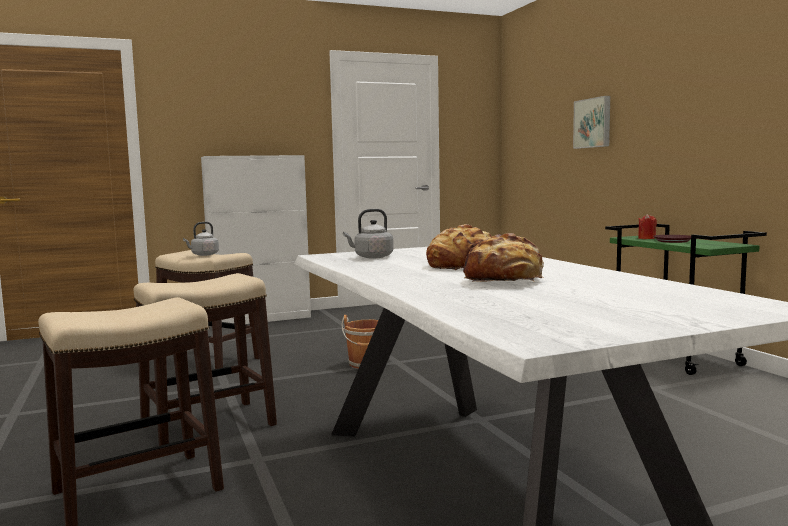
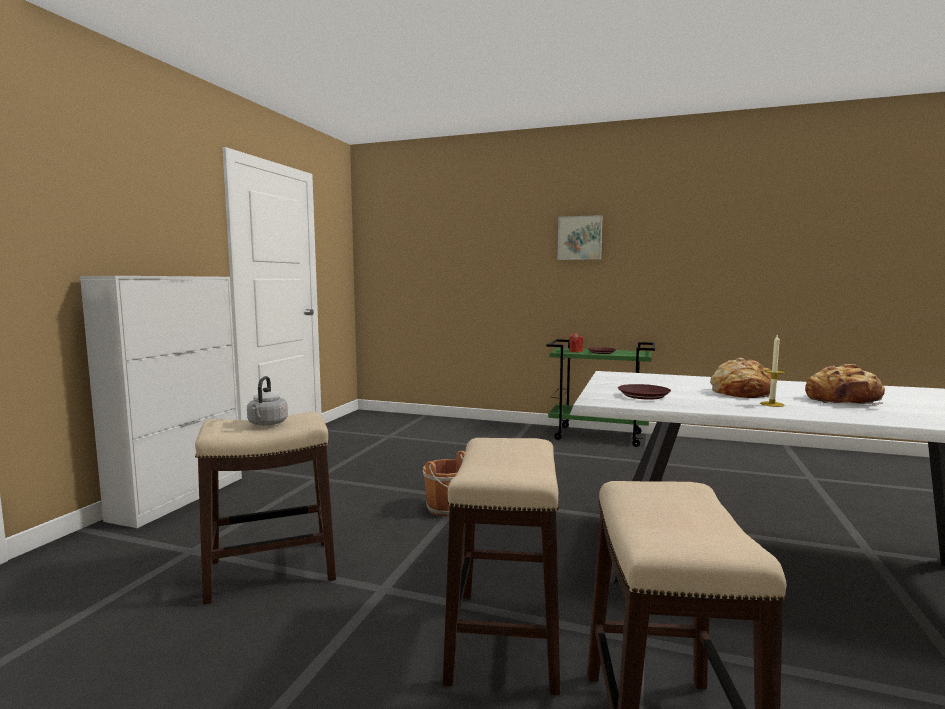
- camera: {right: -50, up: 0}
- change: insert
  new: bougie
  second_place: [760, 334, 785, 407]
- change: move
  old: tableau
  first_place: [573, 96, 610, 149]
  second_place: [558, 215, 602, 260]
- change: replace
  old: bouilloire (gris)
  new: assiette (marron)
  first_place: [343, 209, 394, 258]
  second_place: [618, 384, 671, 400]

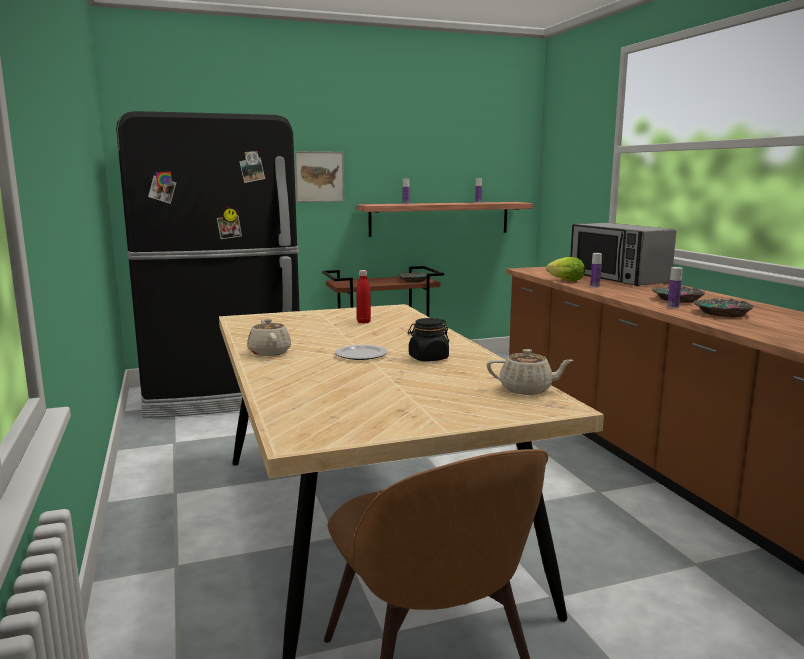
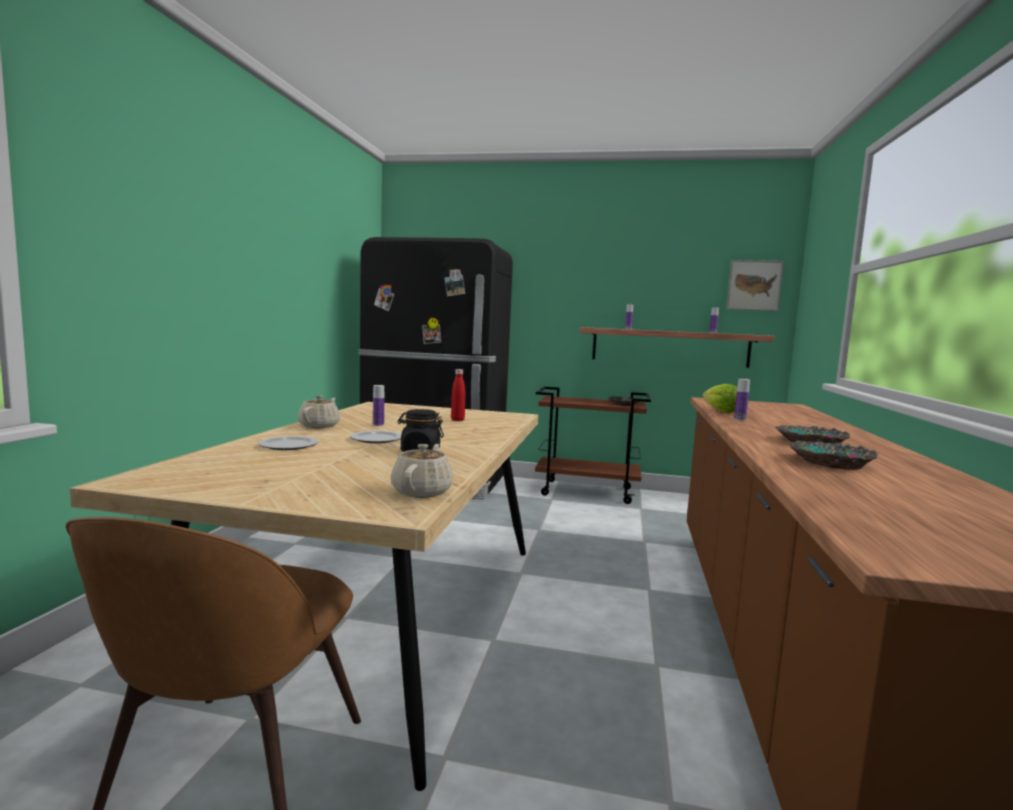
- camera: {right: 30, up: -5}
- change: delete
  old: micro-ondes
  first_place: [570, 223, 676, 286]
- change: insert
  new: assiette
  second_place: [258, 436, 319, 450]
- change: move
  old: tableau
  first_place: [294, 151, 344, 202]
  second_place: [726, 260, 784, 311]
- change: move
  old: bouteille
  first_place: [668, 267, 683, 308]
  second_place: [373, 385, 384, 426]
- change: rotate
  old: théière (beige)
  first_place: [487, 349, 573, 395]
  second_place: [390, 444, 453, 498]
  degrees: -120

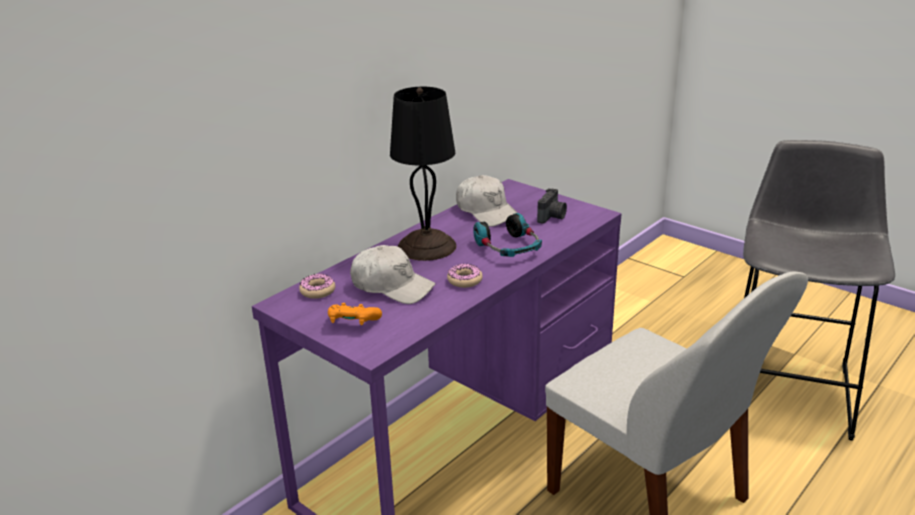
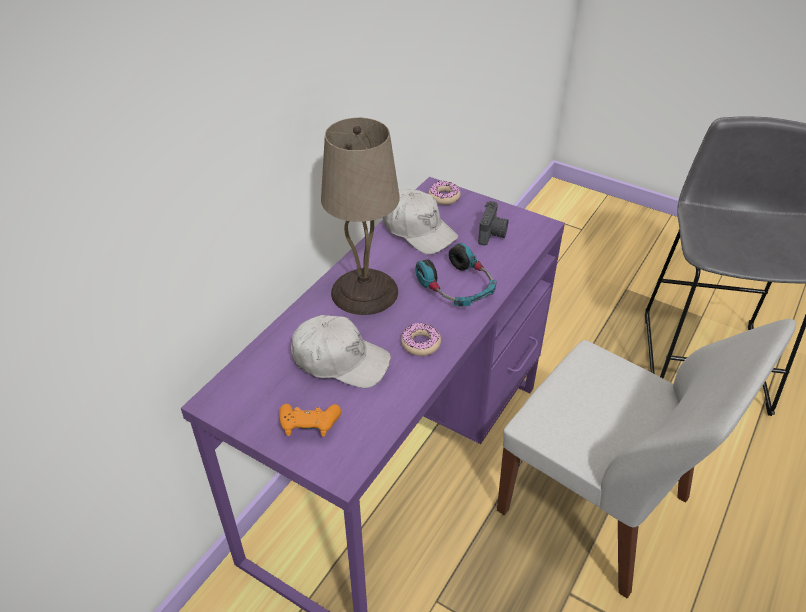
- camera: {right: -10, up: 15}
- change: move
  old: beignet
  first_place: [299, 274, 335, 299]
  second_place: [428, 181, 461, 205]
- change: recolor
  old: lampe de table (noir)
  new: lampe de table (beige)
  first_place: [390, 87, 456, 261]
  second_place: [321, 118, 400, 315]

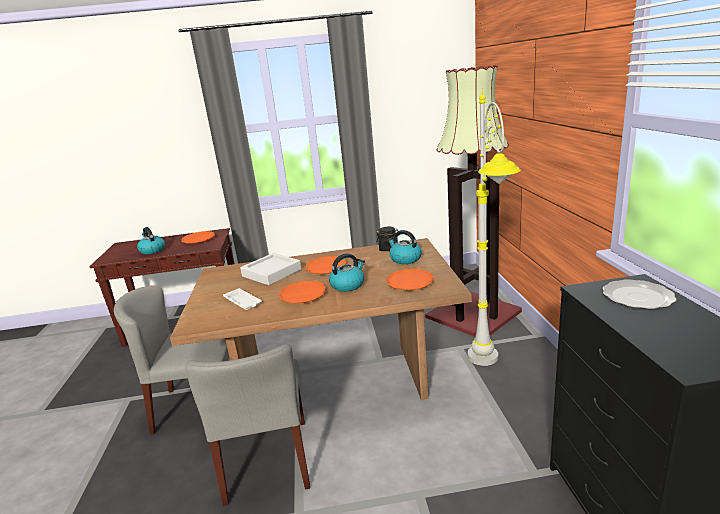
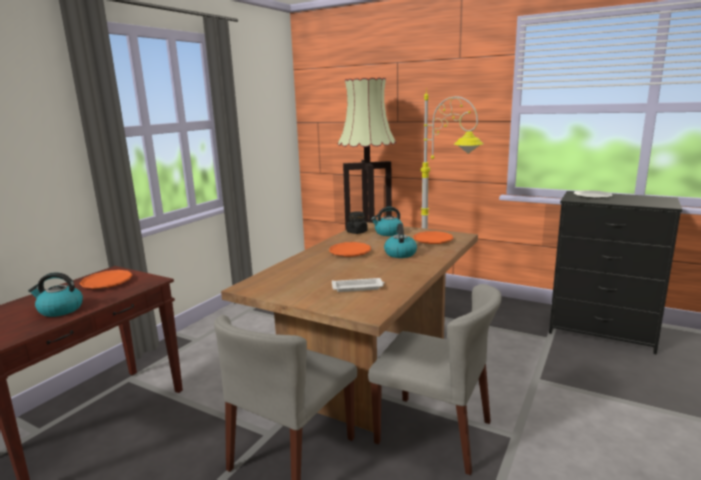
- camera: {right: -55, up: -5}
- change: delete
  old: plateau (gris)
  first_place: [240, 253, 301, 285]
- change: delete
  old: assiette (orange)
  first_place: [279, 281, 327, 303]

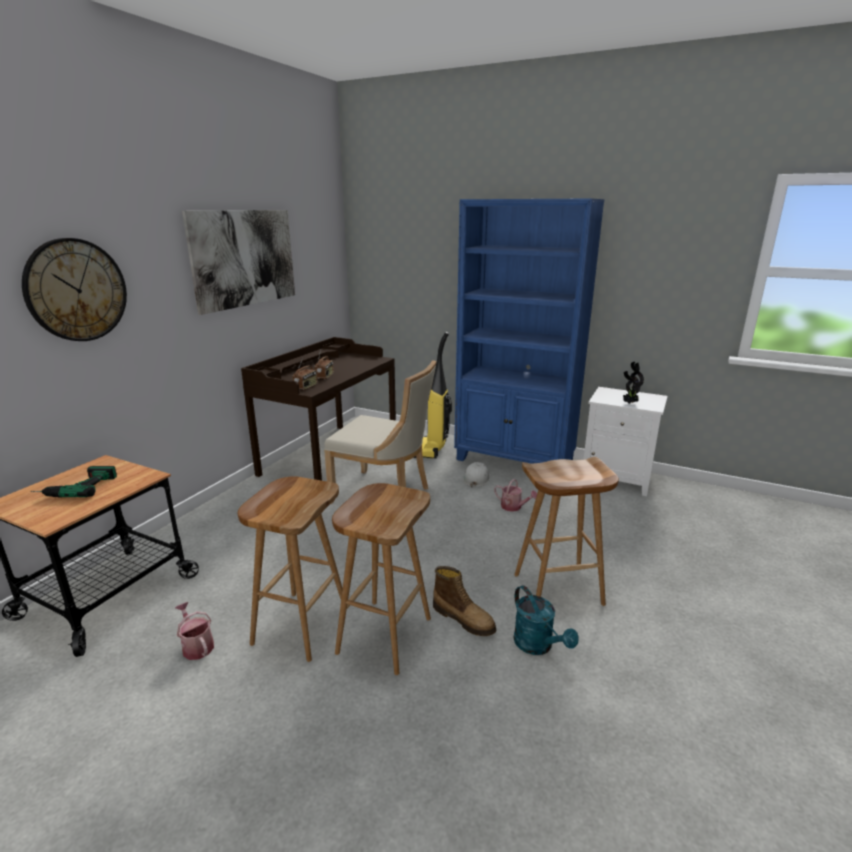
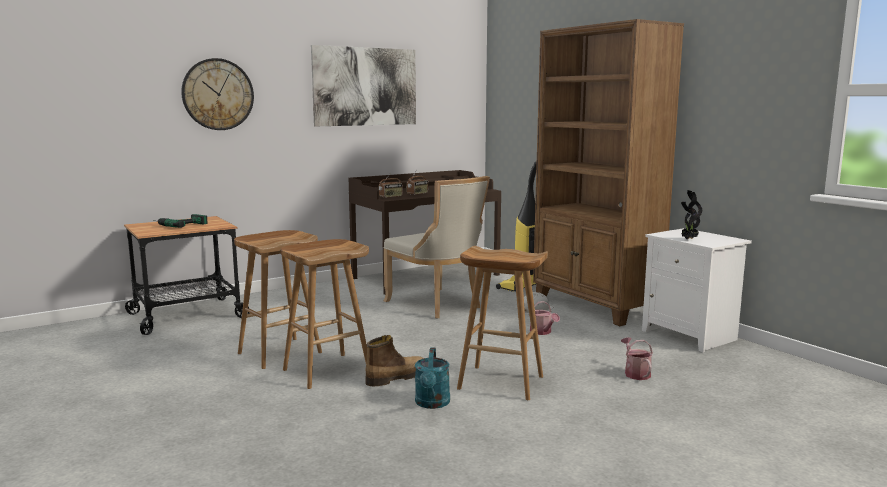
- camera: {right: 30, up: -10}
- change: move
  old: arrosoir
  first_place: [175, 602, 214, 660]
  second_place: [621, 337, 653, 380]
- change: recolor
  old: bibliothèque (bleu)
  new: bibliothèque (marron)
  first_place: [454, 198, 604, 464]
  second_place: [533, 19, 684, 326]
- change: rotate
  old: botte
  first_place: [433, 566, 496, 636]
  second_place: [365, 335, 424, 386]
  degrees: -105

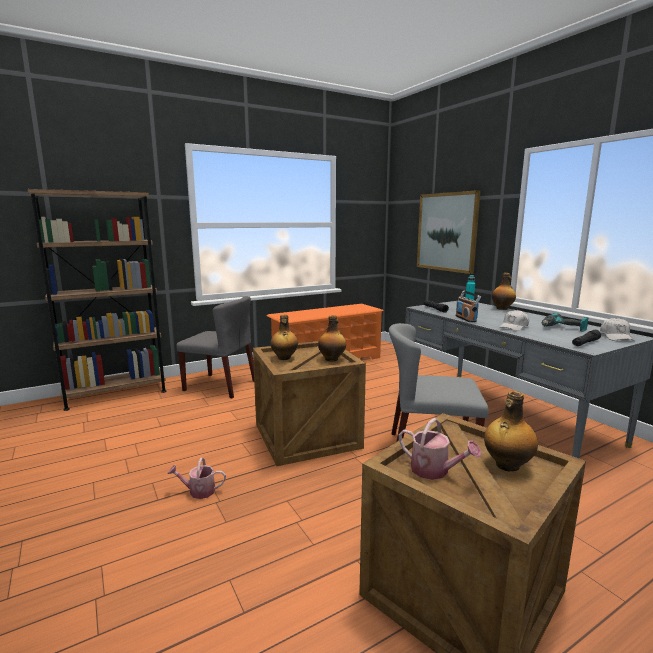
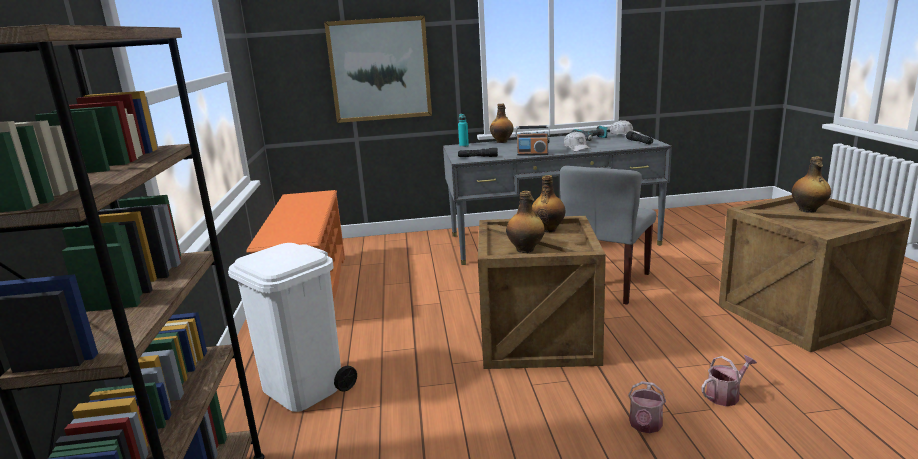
- camera: {right: -65, up: 5}
- change: move
  old: arrosoir
  first_place: [399, 418, 481, 480]
  second_place: [701, 355, 757, 406]
- change: replace
  old: chaise (gris)
  new: poubelle (blanc)
  first_place: [176, 296, 254, 398]
  second_place: [228, 243, 357, 412]

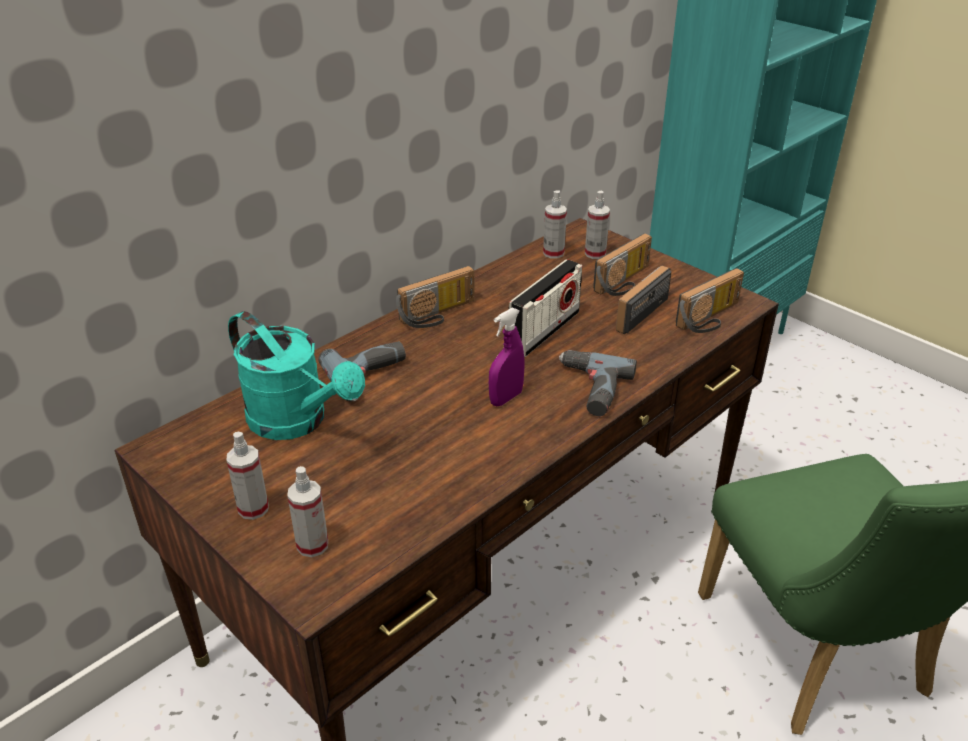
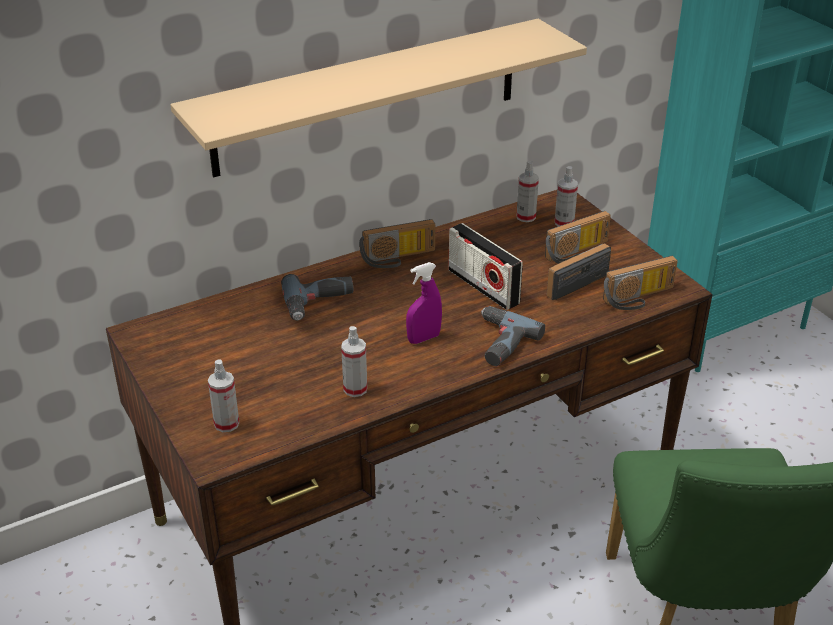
- camera: {right: 15, up: 0}
- change: delete
  old: arrosoir (turquoise)
  first_place: [228, 311, 365, 440]
- change: insert
  new: étagère (beige)
  second_place: [170, 19, 587, 177]
- change: move
  old: vaporisateur
  first_place: [227, 432, 268, 520]
  second_place: [341, 326, 367, 397]
- change: rotate
  old: radio
  first_place: [509, 259, 582, 357]
  second_place: [448, 223, 523, 310]
  degrees: 90

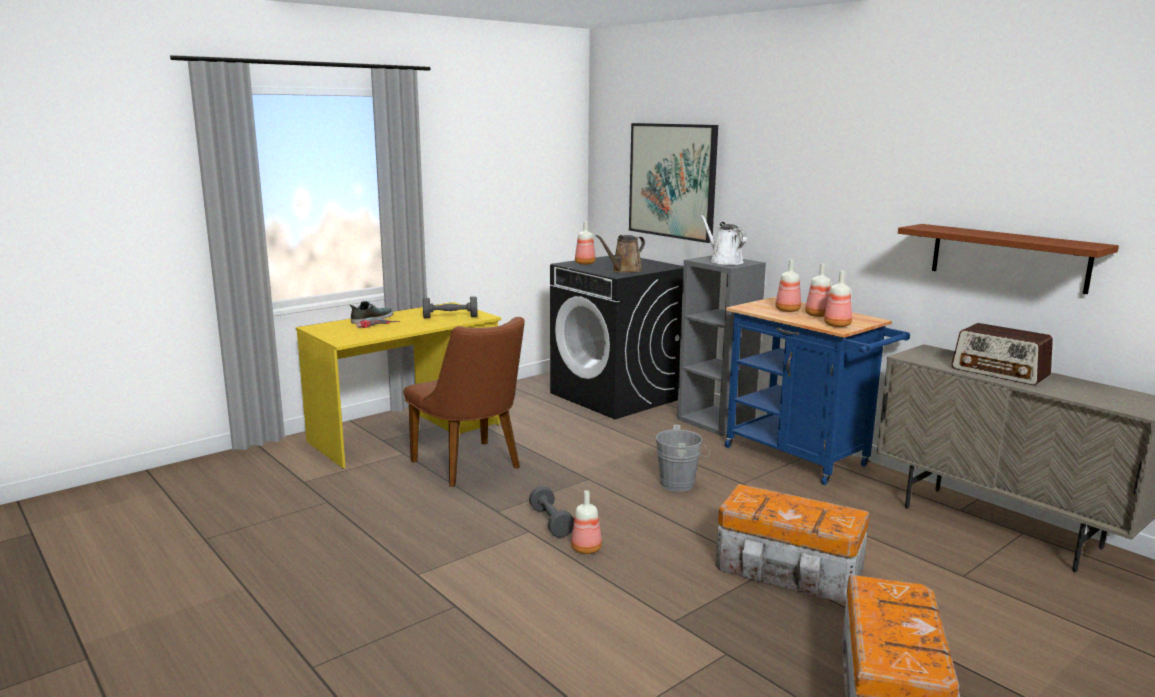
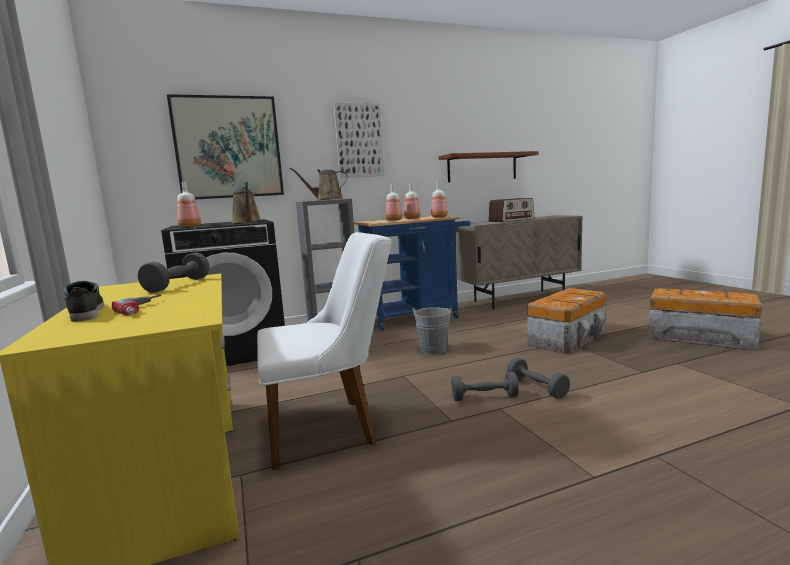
- camera: {right: -70, up: -5}
- change: insert
  new: tableau
  second_place: [333, 103, 385, 178]
- change: replace
  old: bouteille
  new: haltère (gris)
  first_place: [571, 490, 602, 554]
  second_place: [507, 358, 570, 399]
- change: recolor
  old: chaise (marron)
  new: chaise (blanc)
  first_place: [404, 317, 525, 487]
  second_place: [257, 232, 391, 470]
- change: recolor
  old: arrosoir (blanc)
  new: arrosoir (marron)
  first_place: [700, 214, 747, 265]
  second_place: [289, 168, 348, 200]

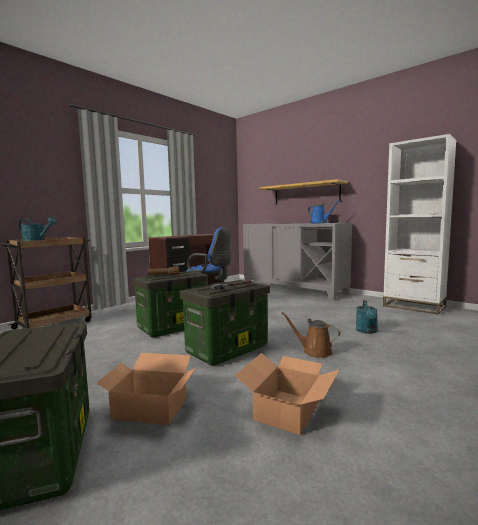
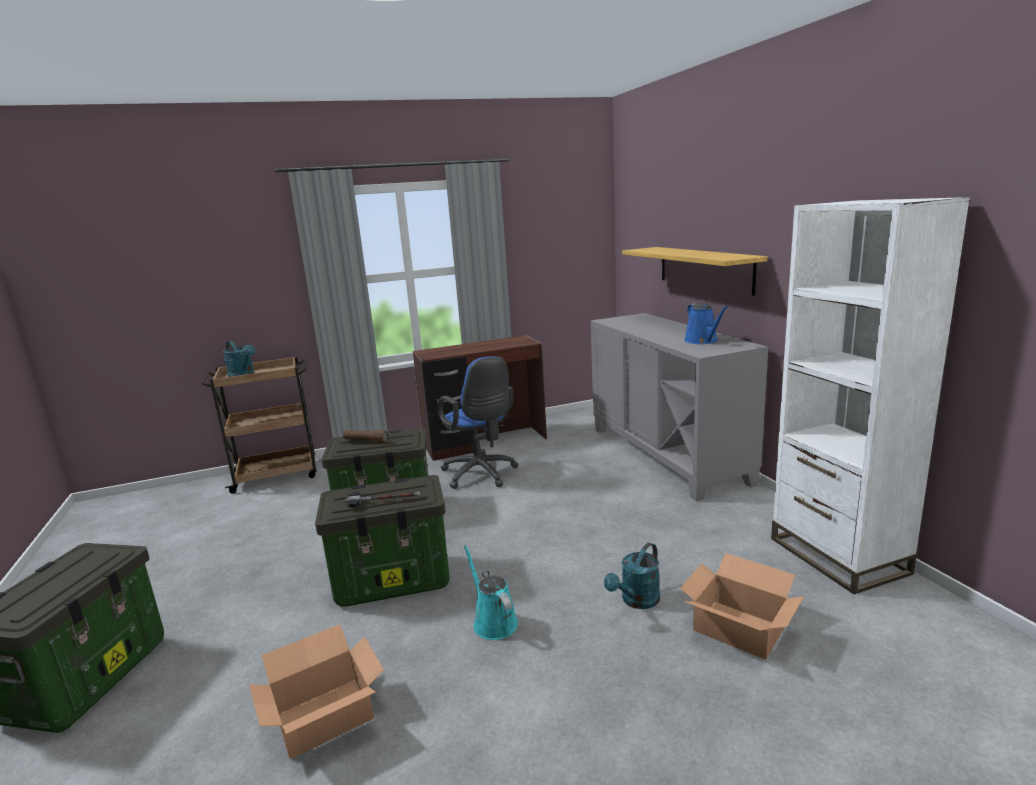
- camera: {right: 30, up: 10}
- change: move
  old: carton
  first_place: [96, 353, 196, 425]
  second_place: [680, 553, 804, 660]
- change: recolor
  old: arrosoir (marron)
  new: arrosoir (turquoise)
  first_place: [281, 312, 340, 358]
  second_place: [464, 545, 518, 640]

